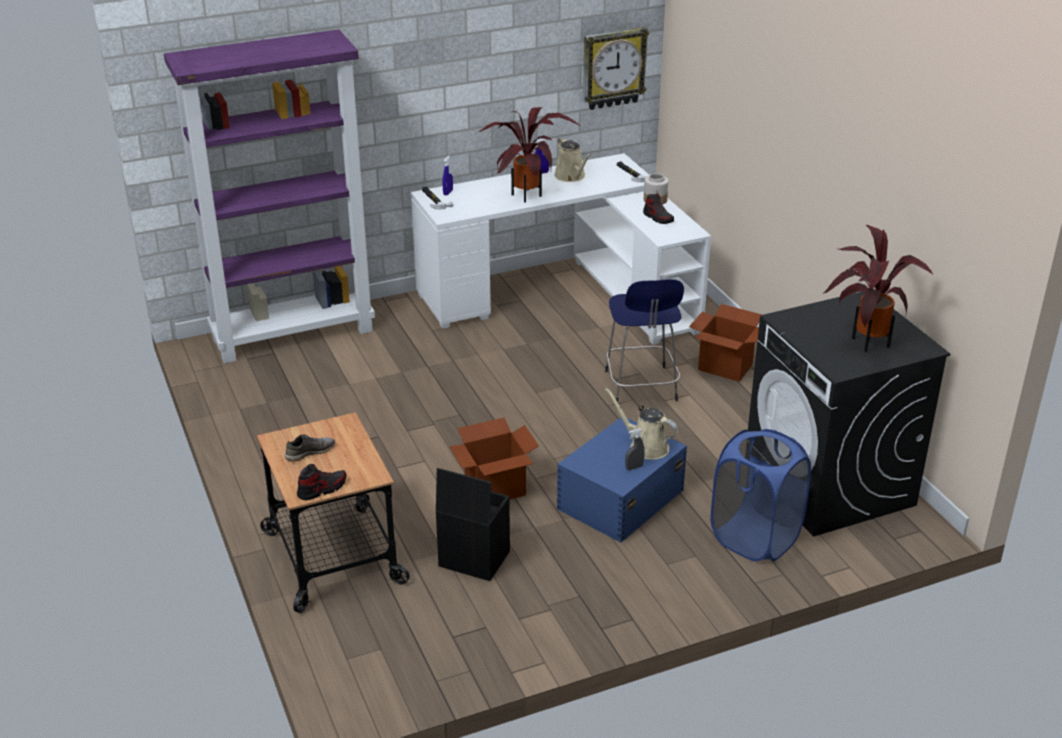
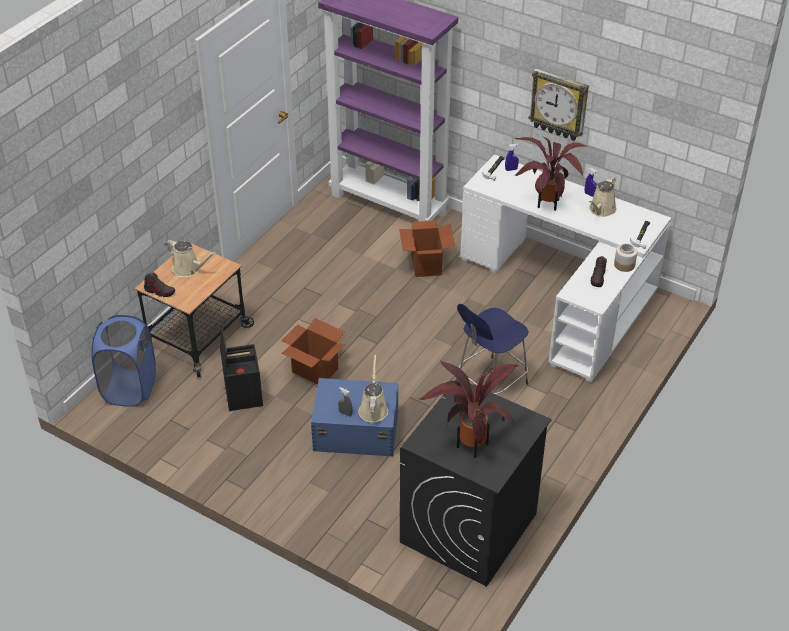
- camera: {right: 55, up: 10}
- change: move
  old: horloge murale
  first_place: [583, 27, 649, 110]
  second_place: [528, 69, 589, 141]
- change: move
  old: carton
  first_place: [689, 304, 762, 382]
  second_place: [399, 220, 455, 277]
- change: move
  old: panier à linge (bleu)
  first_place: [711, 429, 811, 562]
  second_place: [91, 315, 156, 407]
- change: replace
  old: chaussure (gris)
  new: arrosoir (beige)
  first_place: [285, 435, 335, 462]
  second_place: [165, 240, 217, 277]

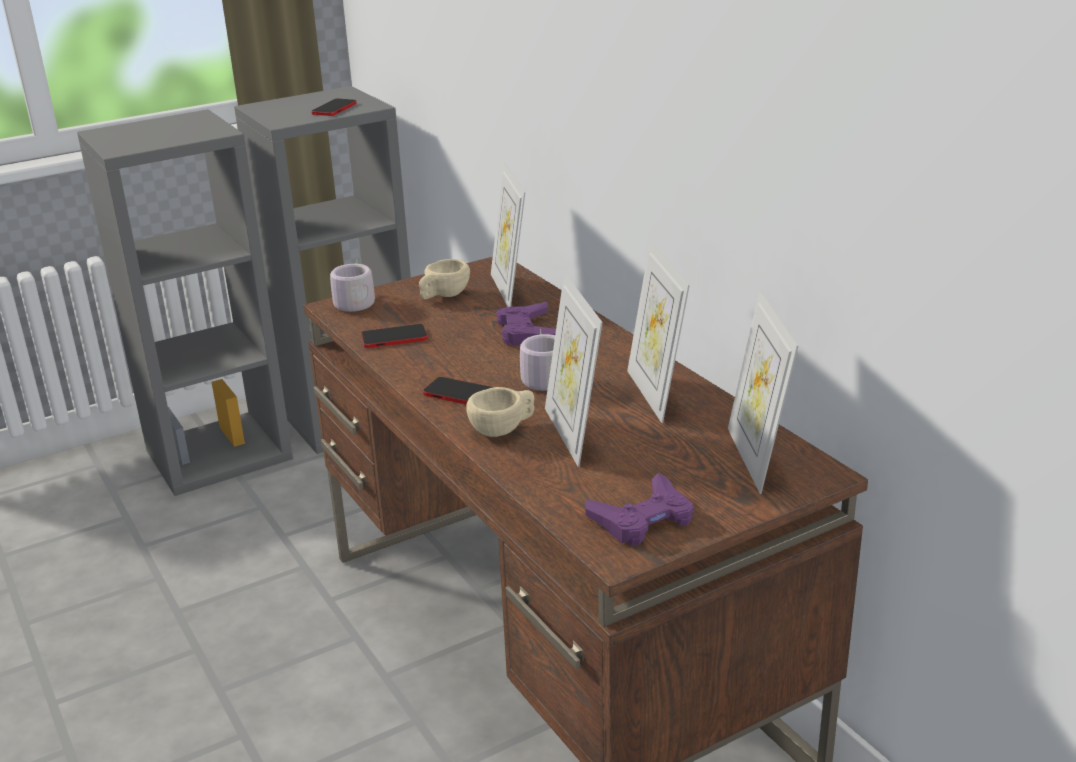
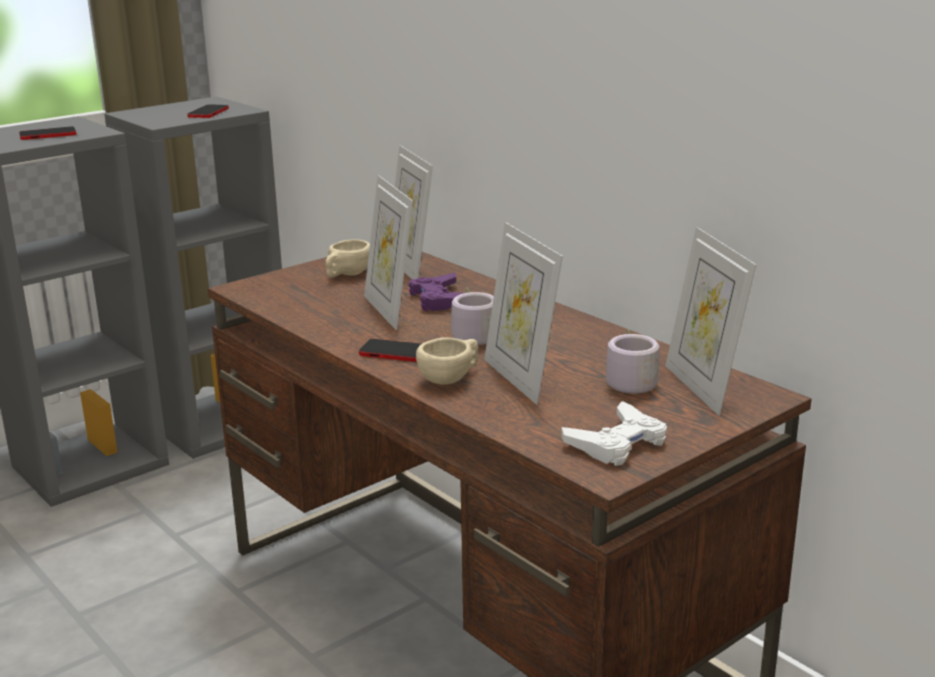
- camera: {right: -10, up: -5}
- change: move
  old: mug (gris)
  first_place: [322, 259, 375, 314]
  second_place: [602, 328, 659, 398]
- change: move
  old: téléphone
  first_place: [361, 324, 427, 348]
  second_place: [19, 127, 76, 140]
- change: move
  old: cadre photo
  first_place: [627, 242, 690, 423]
  second_place: [364, 175, 413, 330]
- change: recolor
  old: manette (violet)
  new: manette (blanc)
  first_place: [585, 473, 693, 546]
  second_place: [561, 401, 667, 466]

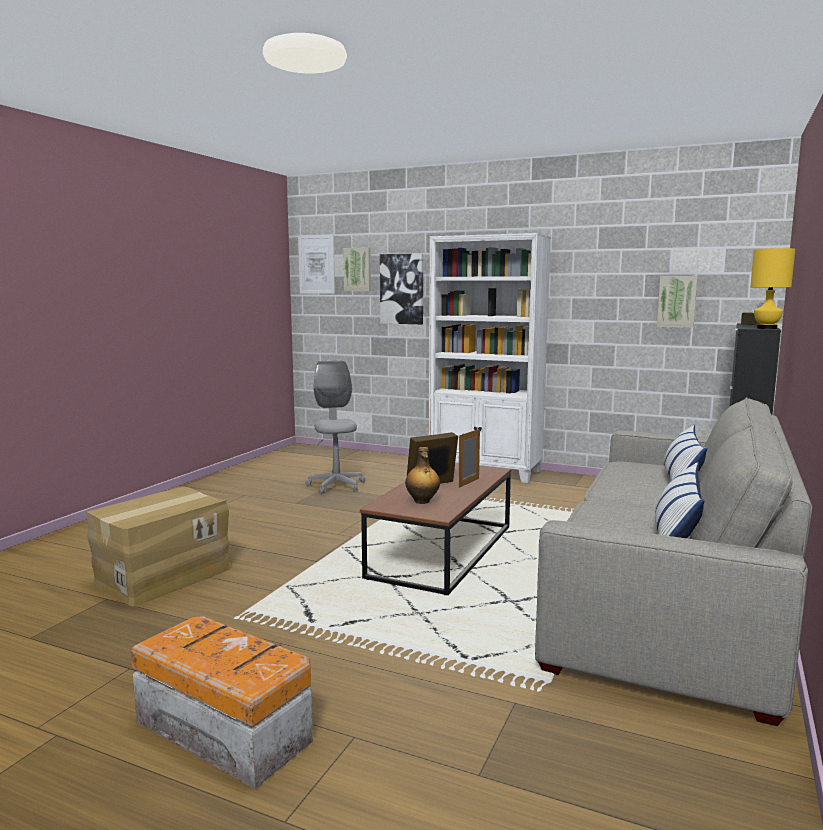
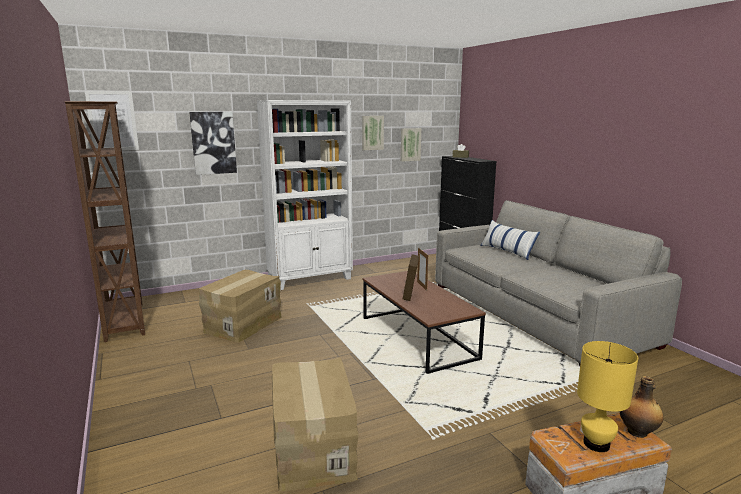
- camera: {right: -50, up: 5}
- change: delete
  old: coussin
  first_place: [655, 462, 704, 538]
- change: insert
  new: bibliothèque (marron)
  second_place: [65, 101, 145, 342]
- change: move
  old: tableau
  first_place: [343, 247, 371, 291]
  second_place: [362, 116, 384, 150]
- change: move
  old: bouteille
  first_place: [405, 447, 440, 504]
  second_place: [619, 376, 664, 438]
- change: move
  old: lampe de table (jaune)
  first_place: [750, 248, 795, 329]
  second_place: [577, 341, 638, 452]
- change: replace
  old: chaise de bureau (gris)
  new: carton
  first_place: [305, 361, 365, 494]
  second_place: [198, 270, 281, 343]

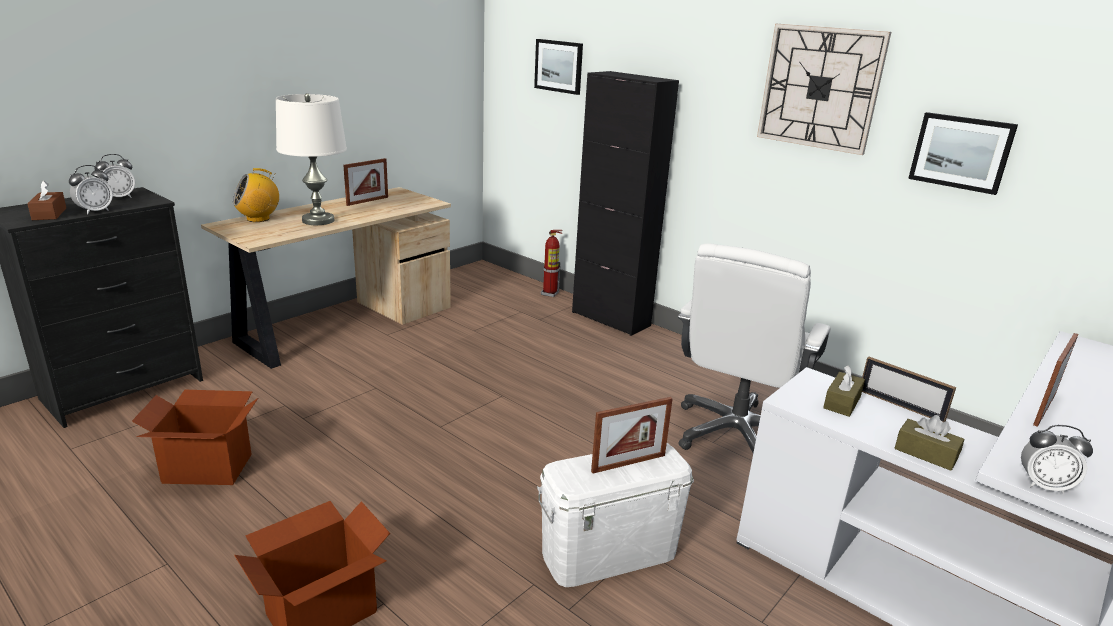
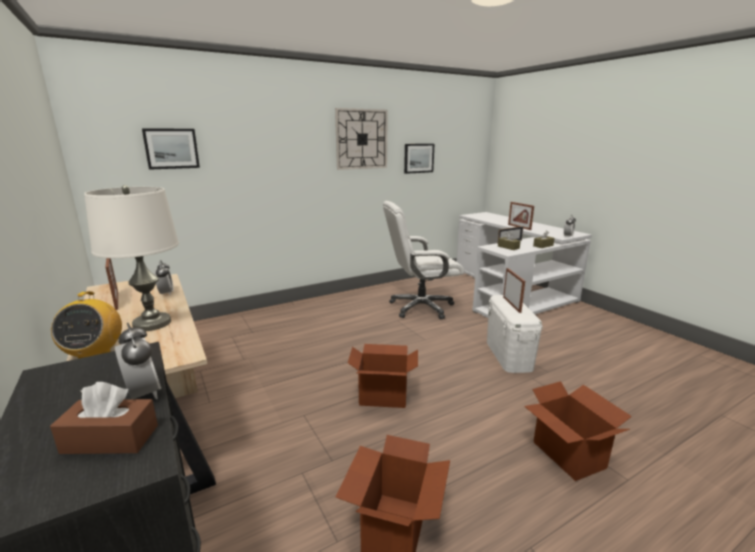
- camera: {right: -70, up: -5}
- change: delete
  old: extincteur
  first_place: [541, 230, 563, 297]
- change: delete
  old: meuble de rangement (noir)
  first_place: [572, 71, 679, 336]
- change: insert
  new: carton
  second_place: [348, 344, 418, 408]
- change: move
  old: réveil
  first_place: [94, 154, 135, 198]
  second_place: [154, 260, 174, 296]
- change: rotate
  old: chaise de bureau (blanc)
  first_place: [678, 243, 831, 453]
  second_place: [383, 201, 464, 319]
  degrees: 120

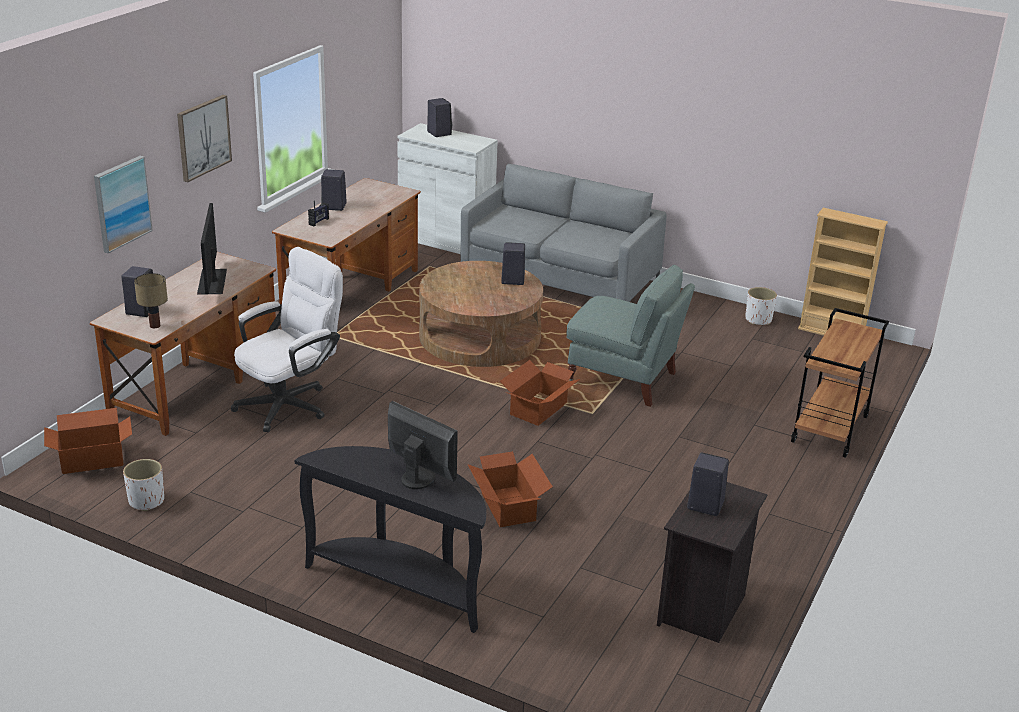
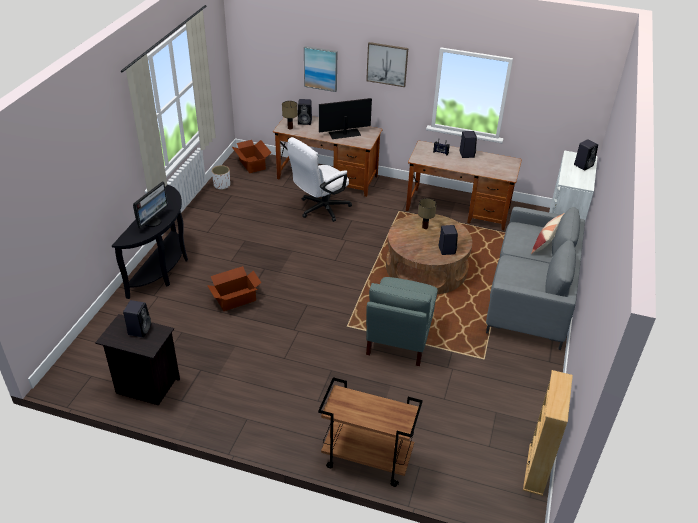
- camera: {right: 80, up: 10}
- change: delete
  old: carton
  first_place: [500, 360, 580, 426]
- change: delete
  old: cache-pot (blanc)
  first_place: [745, 287, 777, 325]
- change: insert
  new: lampe de table
  second_place: [418, 198, 437, 229]
- change: insert
  new: coussin
  second_place: [531, 213, 564, 254]
- change: rotate
  old: chaise de bureau (blanc)
  first_place: [231, 247, 343, 432]
  second_place: [287, 137, 352, 222]
  degrees: 105

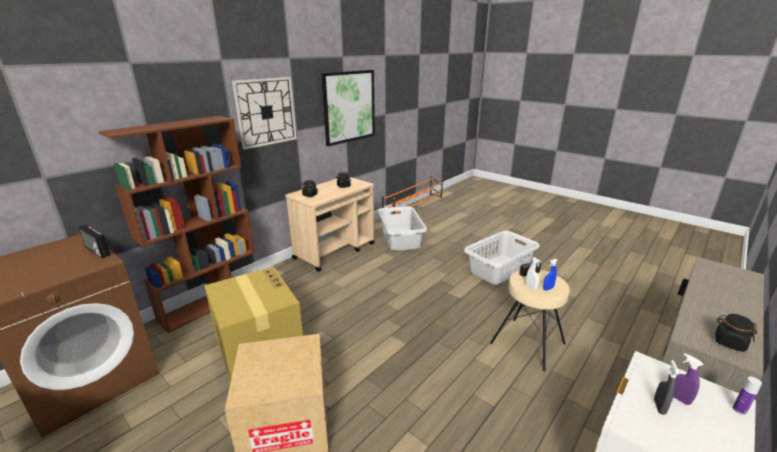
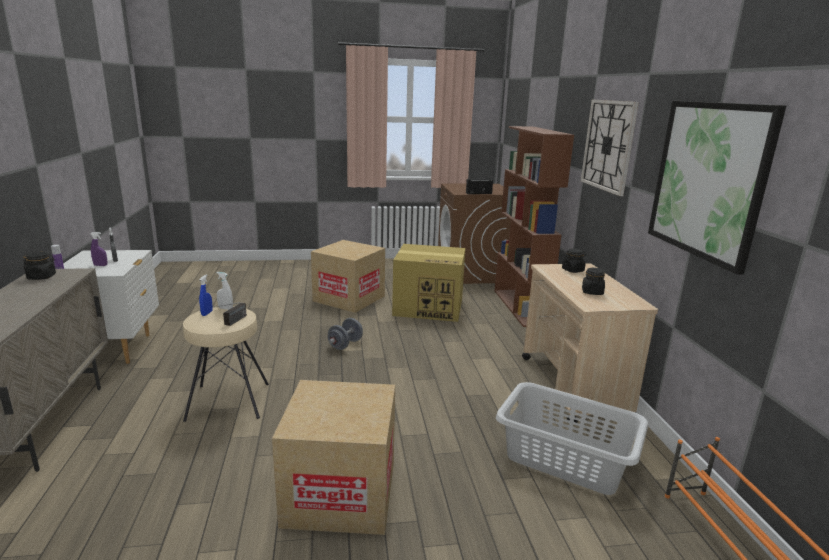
- camera: {right: 130, up: -5}
- change: insert
  new: haltère (gris)
  second_place: [328, 318, 363, 350]
- change: replace
  old: panier à linge (gris)
  new: carton
  first_place: [464, 231, 540, 285]
  second_place: [272, 380, 395, 535]

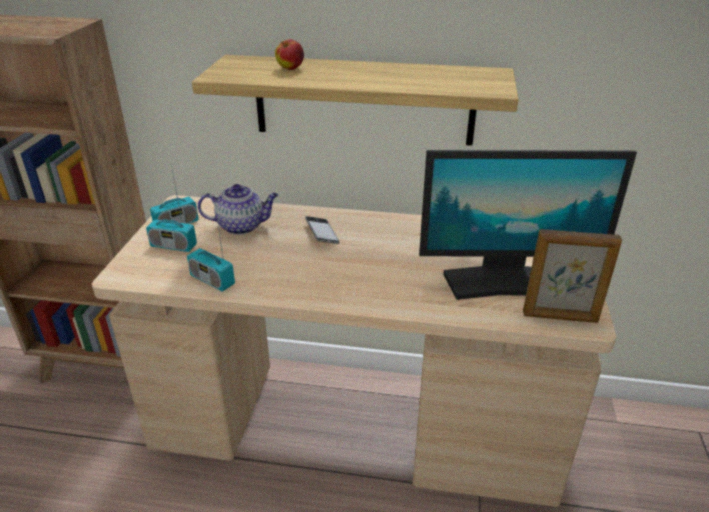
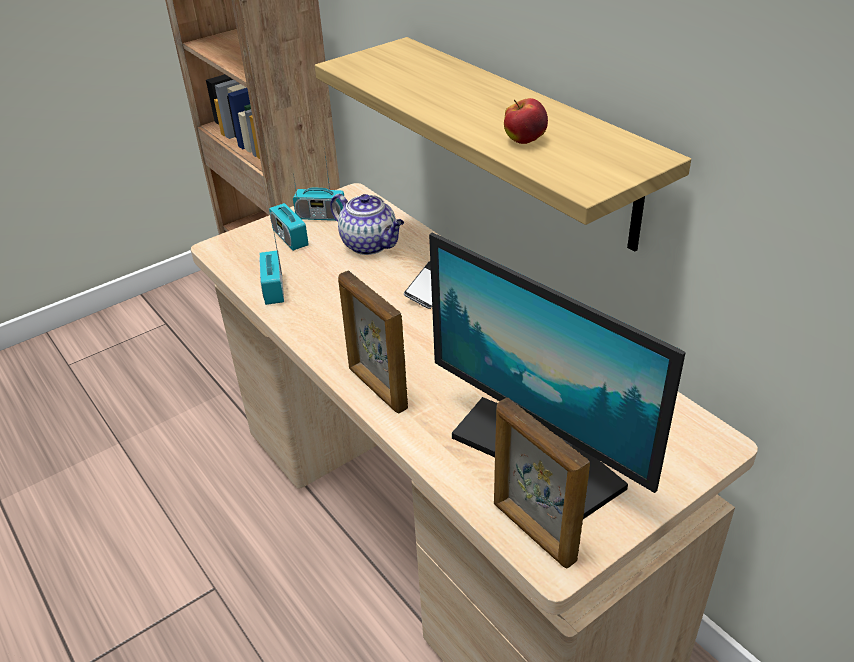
- camera: {right: 45, up: 5}
- change: insert
  new: cadre photo
  second_place: [338, 271, 408, 413]
- change: move
  old: pomme
  first_place: [275, 39, 304, 70]
  second_place: [504, 98, 548, 144]

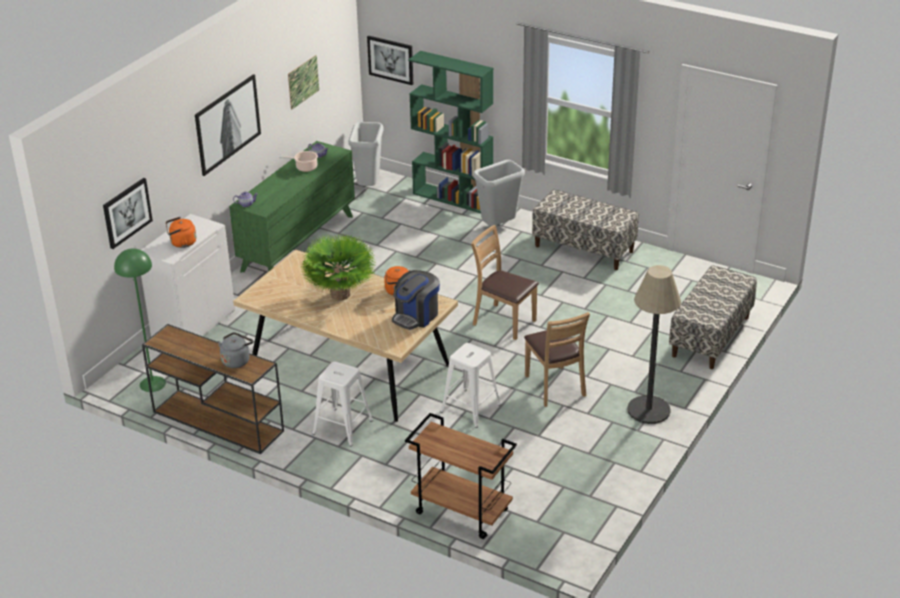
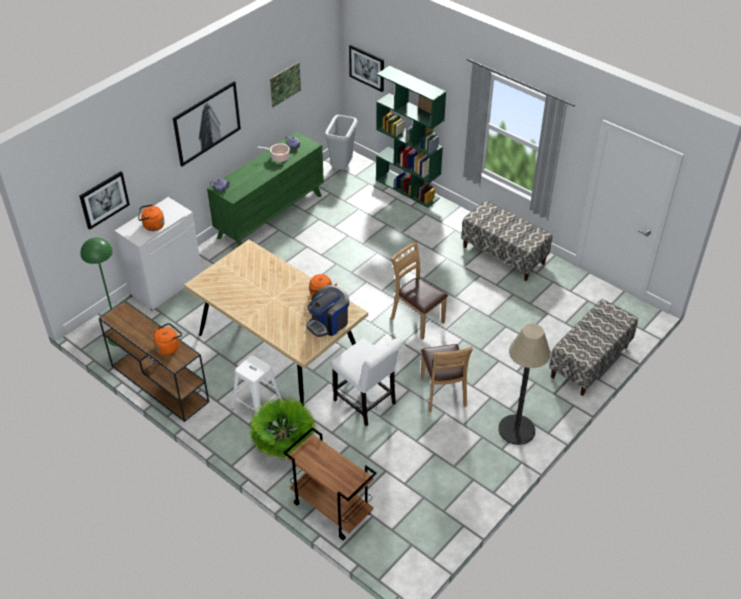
- camera: {right: 10, up: 10}
- change: delete
  old: poubelle (gris)
  first_place: [473, 160, 525, 226]
- change: move
  old: plante en pot
  first_place: [300, 234, 376, 300]
  second_place: [248, 397, 316, 461]
- change: replace
  old: tabouret (blanc)
  new: chaise (blanc)
  first_place: [440, 343, 501, 428]
  second_place: [331, 338, 403, 426]
- change: recolor
  old: bouilloire (gris)
  new: bouilloire (orange)
  first_place: [218, 332, 253, 368]
  second_place: [154, 323, 182, 355]

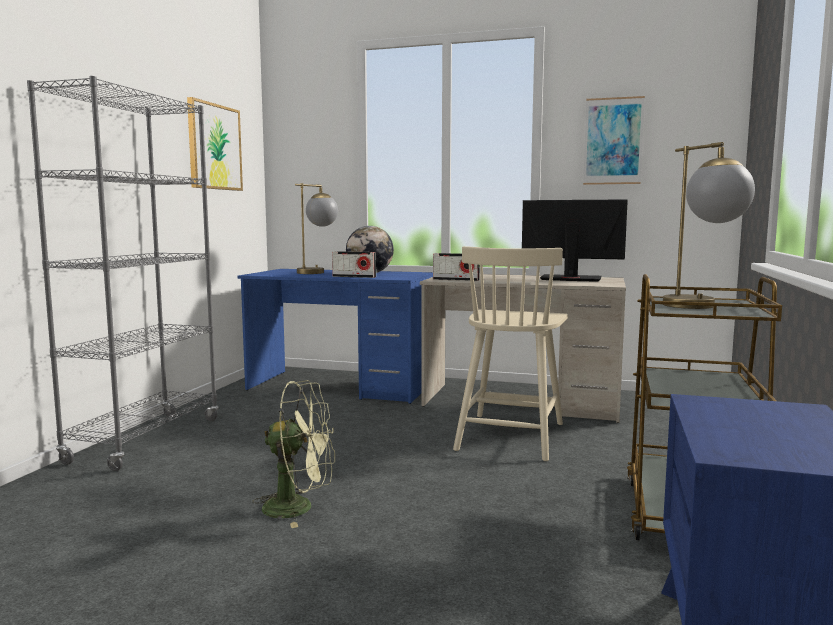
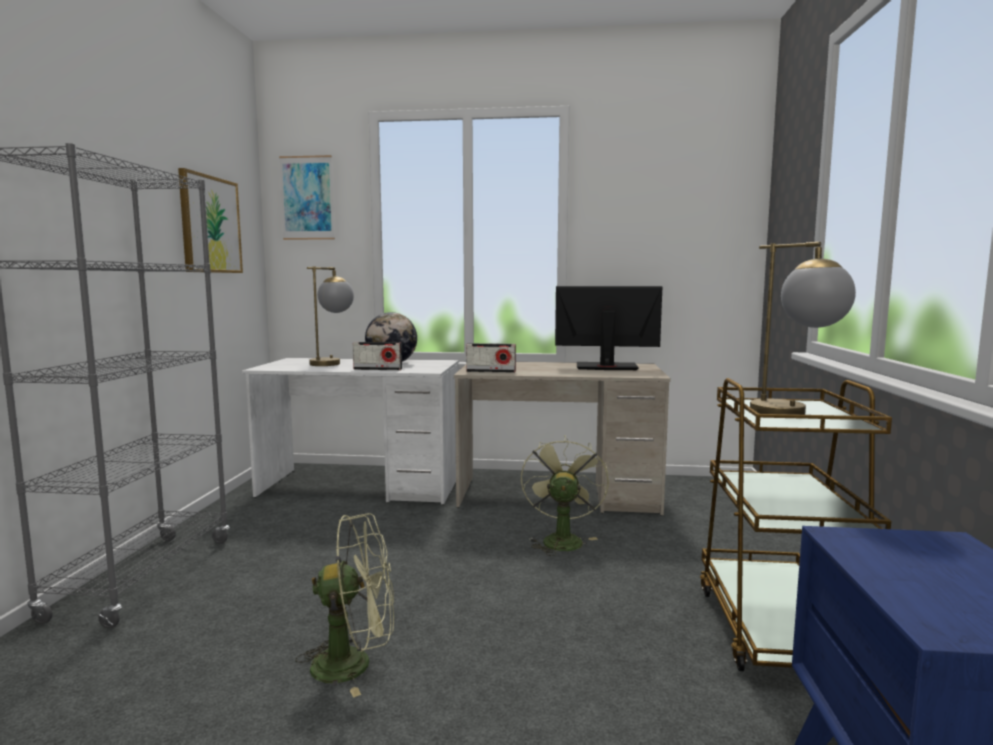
- camera: {right: -10, up: 0}
- change: move
  old: tableau
  first_place: [583, 96, 645, 185]
  second_place: [279, 155, 335, 240]
- change: replace
  old: chaise (beige)
  new: ventilateur (vert)
  first_place: [453, 246, 568, 461]
  second_place: [521, 435, 609, 556]
- change: recolor
  old: bureau (bleu)
  new: bureau (blanc)
  first_place: [238, 269, 433, 404]
  second_place: [242, 358, 459, 505]

